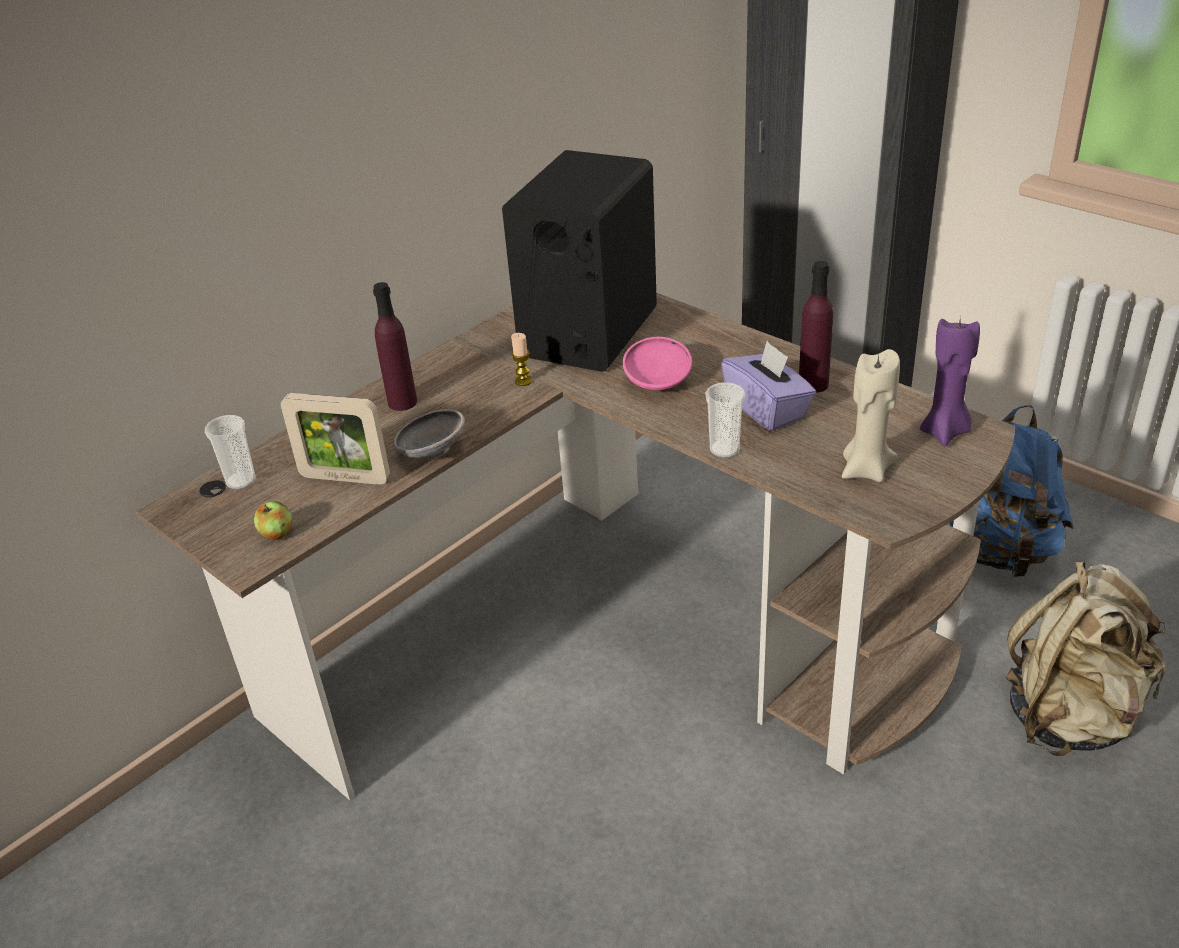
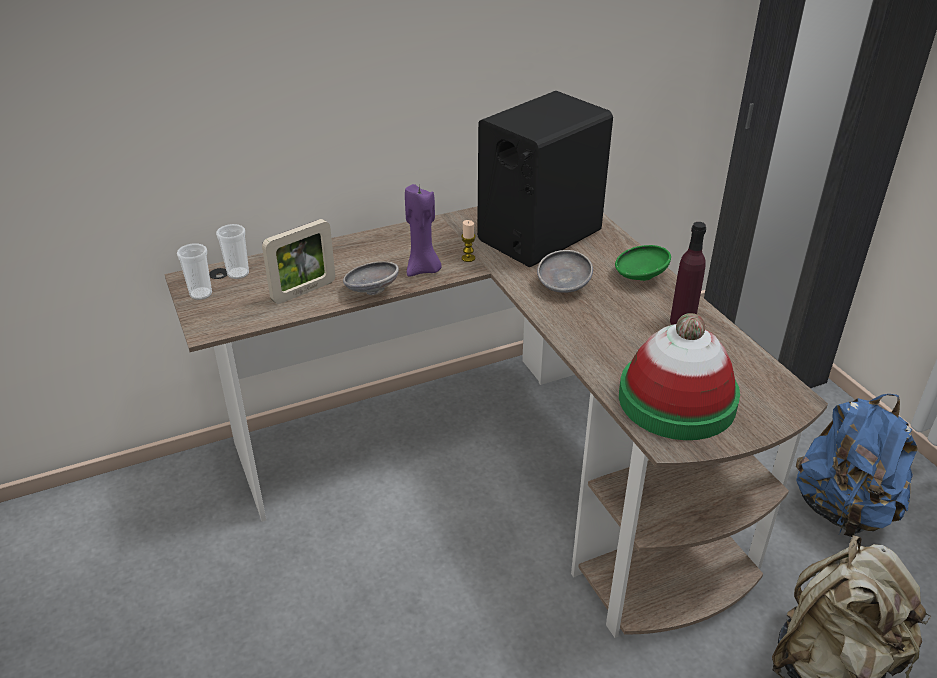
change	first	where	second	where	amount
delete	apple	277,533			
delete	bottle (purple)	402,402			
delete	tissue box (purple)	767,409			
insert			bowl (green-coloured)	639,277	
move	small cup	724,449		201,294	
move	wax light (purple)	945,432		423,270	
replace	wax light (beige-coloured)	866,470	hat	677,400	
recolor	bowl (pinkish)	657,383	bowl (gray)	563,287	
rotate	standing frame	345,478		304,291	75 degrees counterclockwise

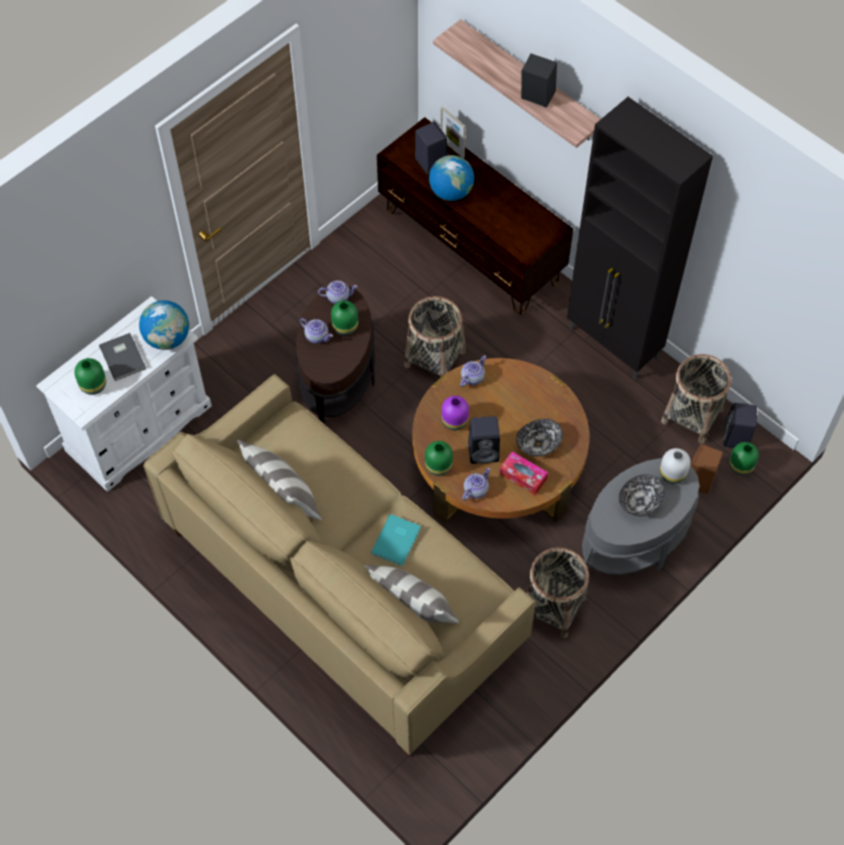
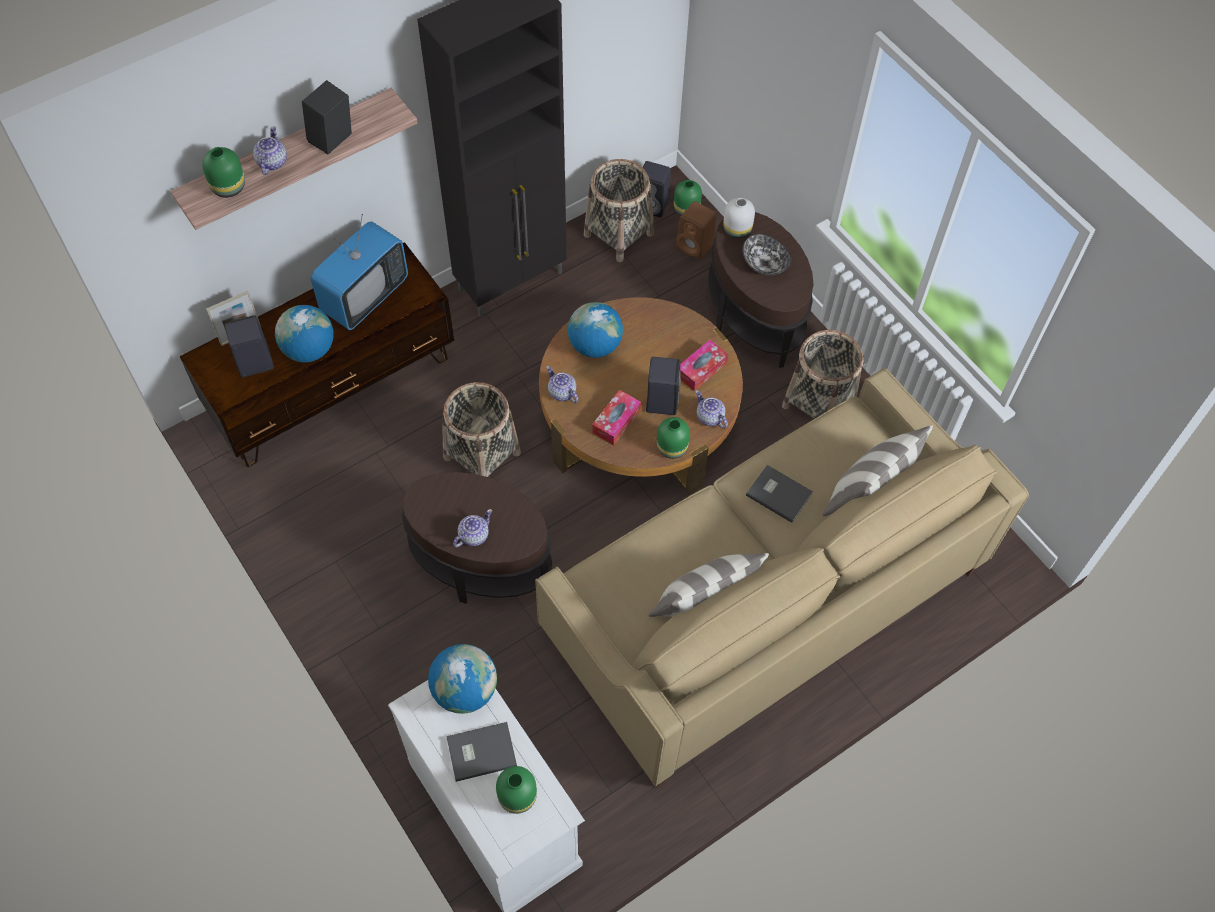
change	first	where	second	where	amount
delete	bowl	538,443			
insert			TV set	364,296	
insert			desk globe	595,345	
move	tea pot	338,297		272,162	
move	decorative vase (green-coloured)	346,327		229,187	
replace	decorative vase (purple)	454,421	tissue box	616,421	
recolor	volume (blue-green)	397,540	volume (gray)	779,493	
recolor	end table (gray)	634,540	end table (brown)	753,316	

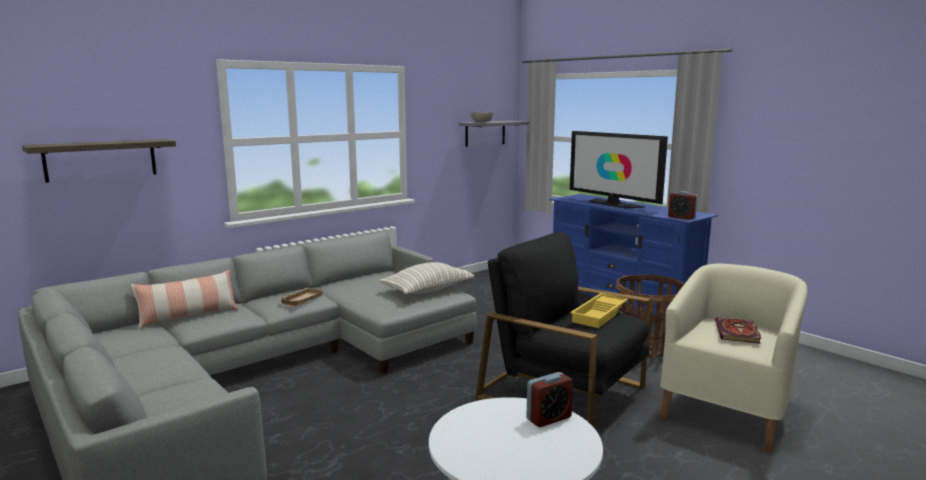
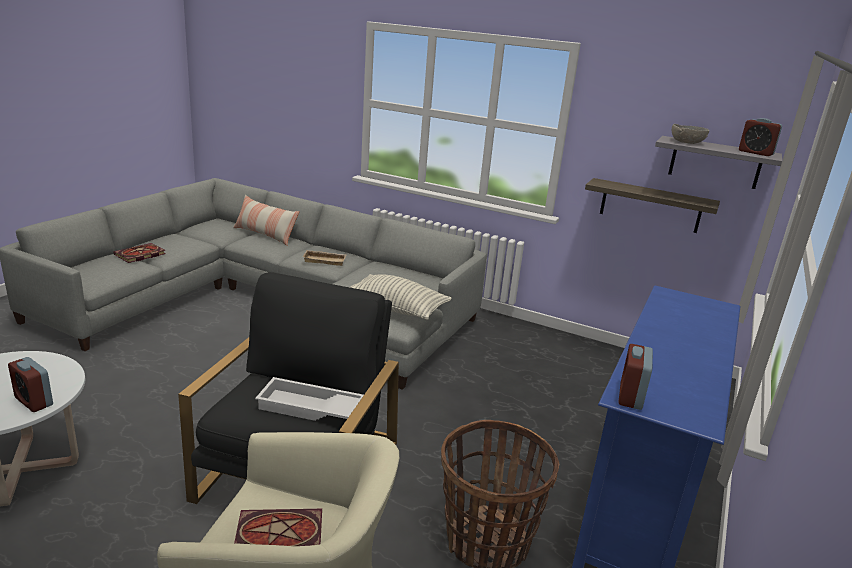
change	first	where	second	where	amount
delete	TV set	613,204			
insert			volume	139,255	
insert			alarm clock	755,153	
move	bracket shelf	101,160		650,206	
recolor	tray (yellow-coloured)	600,315	tray (whitish)	309,408	

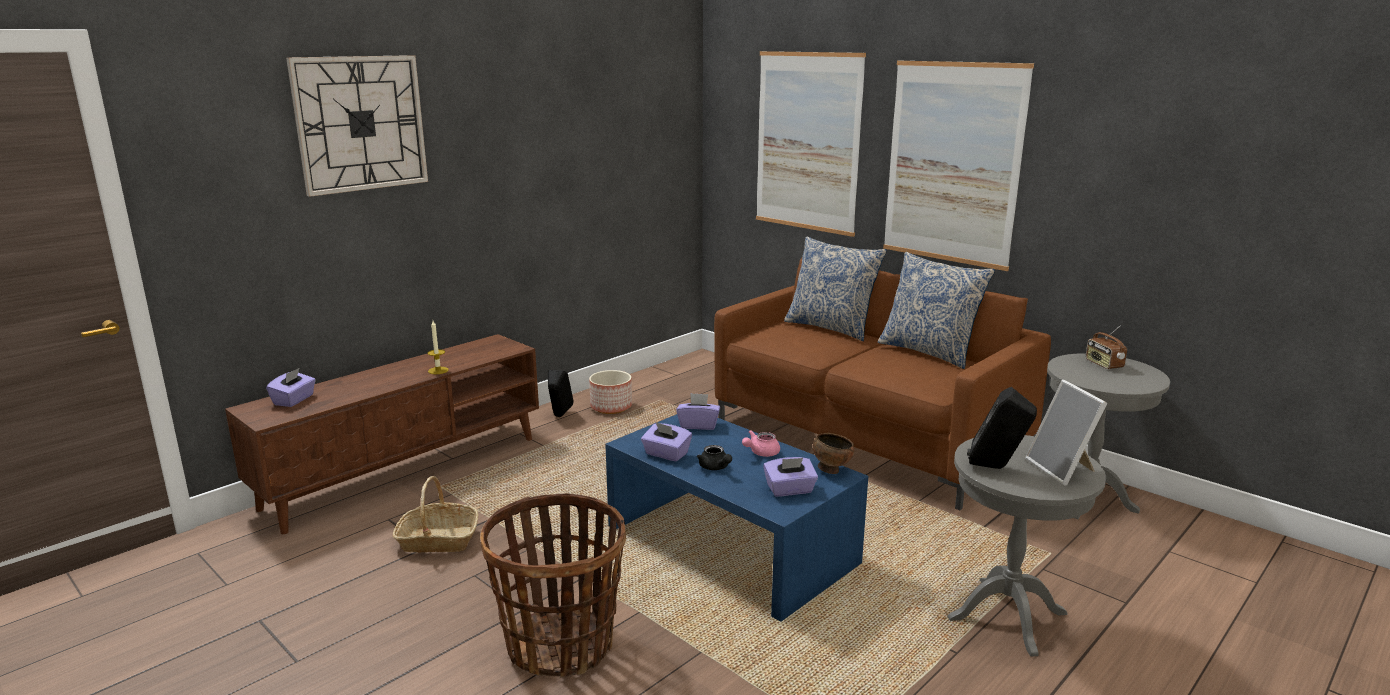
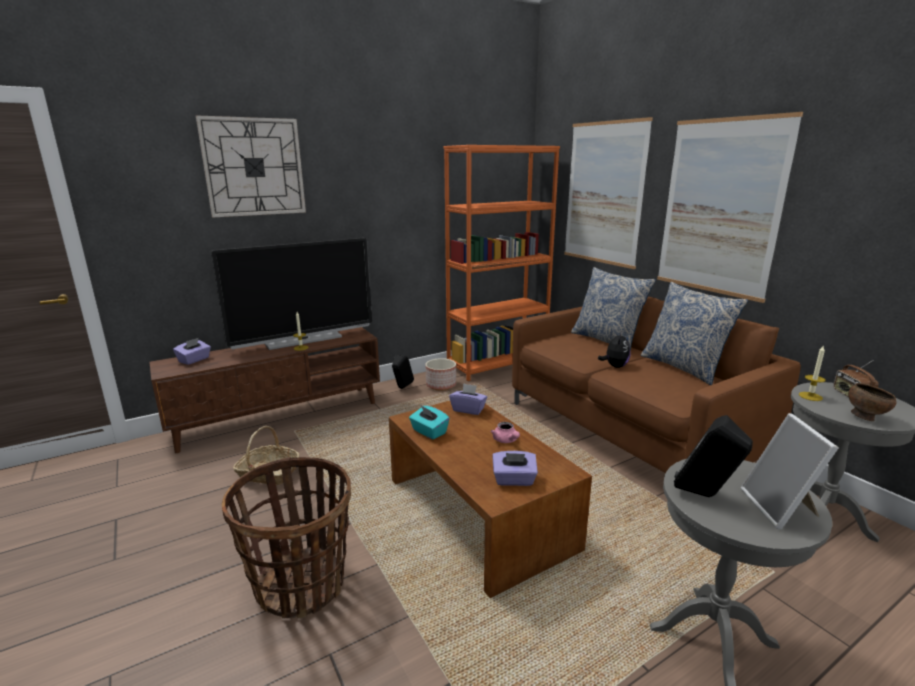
change	first	where	second	where	amount
delete	tea pot (black-coloured)	715,468			
insert			TV set	303,340	
insert			bookcase (orange)	497,364	
insert			soft toy	615,366	
insert			wax light	810,396	
move	bowl (brown)	831,470		865,417	
recolor	coffee table (bluish)	731,544	coffee table (brown)	479,512	
recolor	tissue box (purple)	666,454	tissue box (blue-green)	429,432	
rotate	tea pot (pinkish)	761,453		506,441	90 degrees counterclockwise

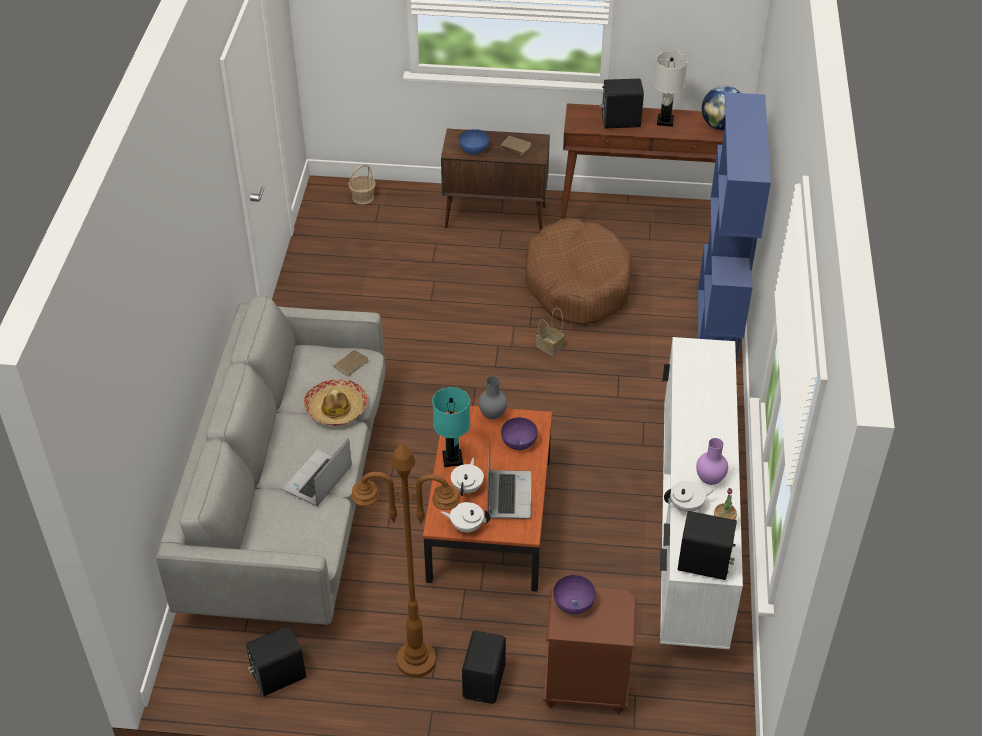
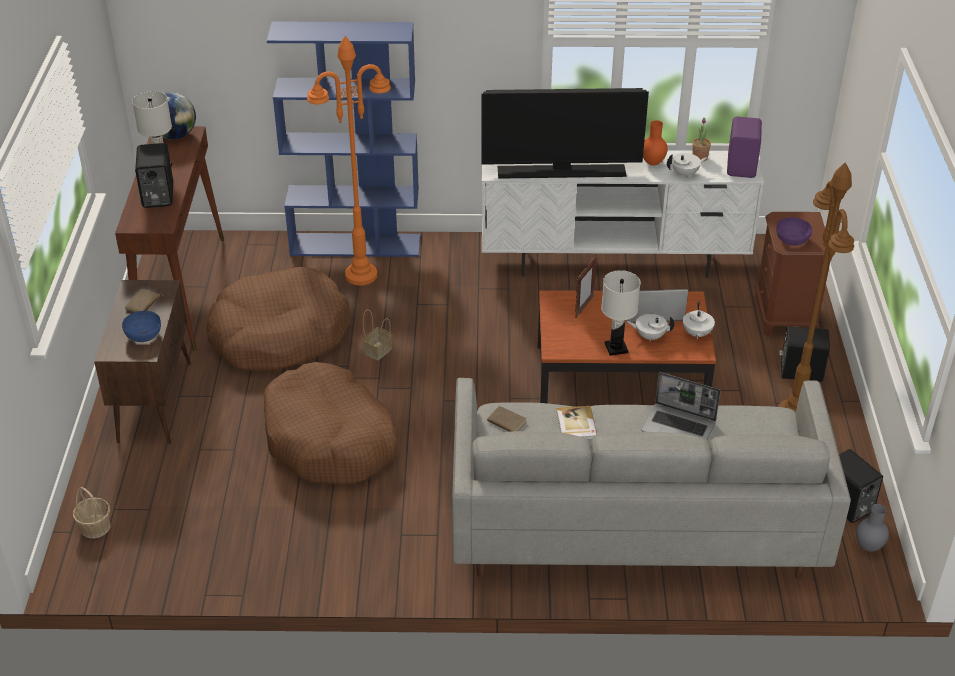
change	first	where	second	where	amount
insert			pet bed (brown)	330,440	
insert			floor lamp (orange)	361,275	
insert			TV set	562,171	
move	decorative vase (gray)	492,415		869,547	
replace	hat	336,408	volume	575,425	
replace	bowl (purple)	519,442	standing frame	584,307	
recolor	lamp for a table (blue-green)	452,459	lamp for a table (whitish)	616,348	
recolor	speaker (black-coloured)	704,565	speaker (purple)	742,166	
recolor	decorative vase (purple)	710,480	decorative vase (orange)	653,163	
rotate	tea pot (whitish)	686,506		685,174	90 degrees clockwise

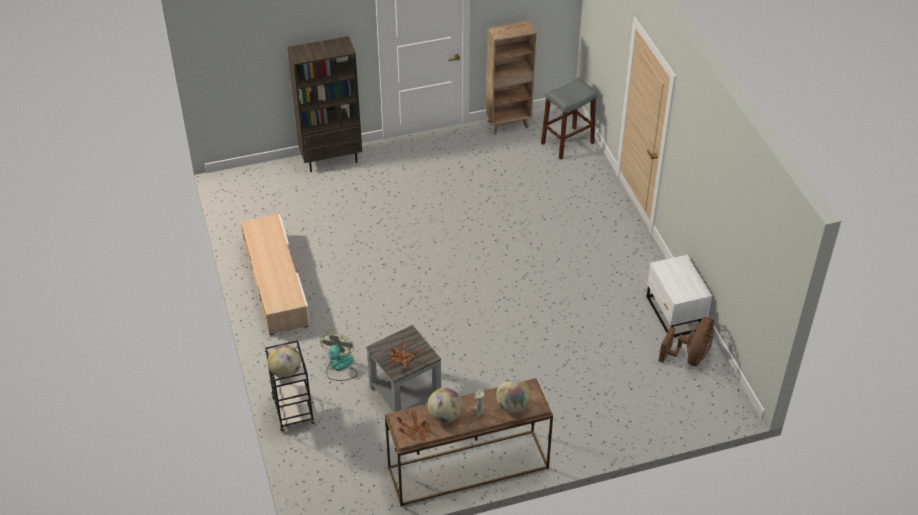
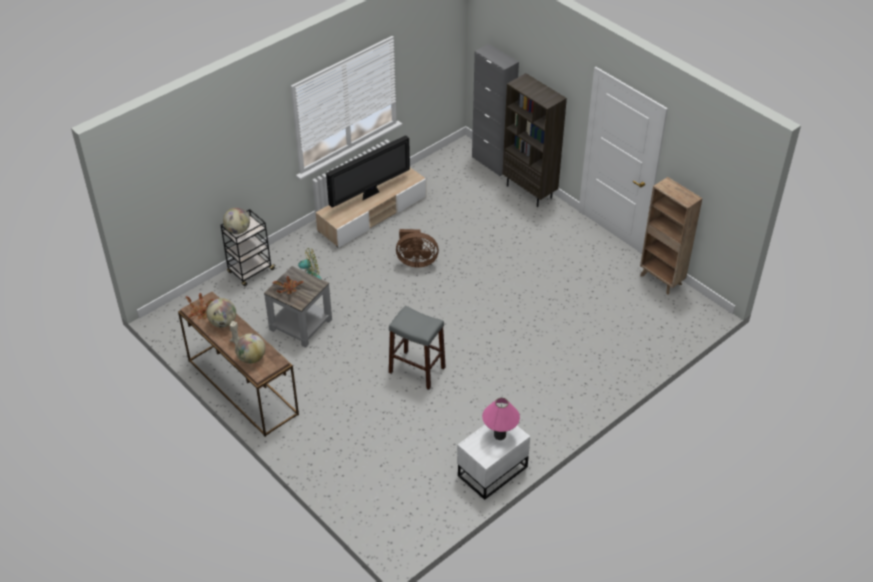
change	first	where	second	where	amount
insert			TV set	370,194	
insert			cabinet (gray)	492,163	
insert			lamp for a table (pinkish)	499,435	
move	stool (gray)	567,143		417,370	
move	electric fan (brown)	690,357		416,261	

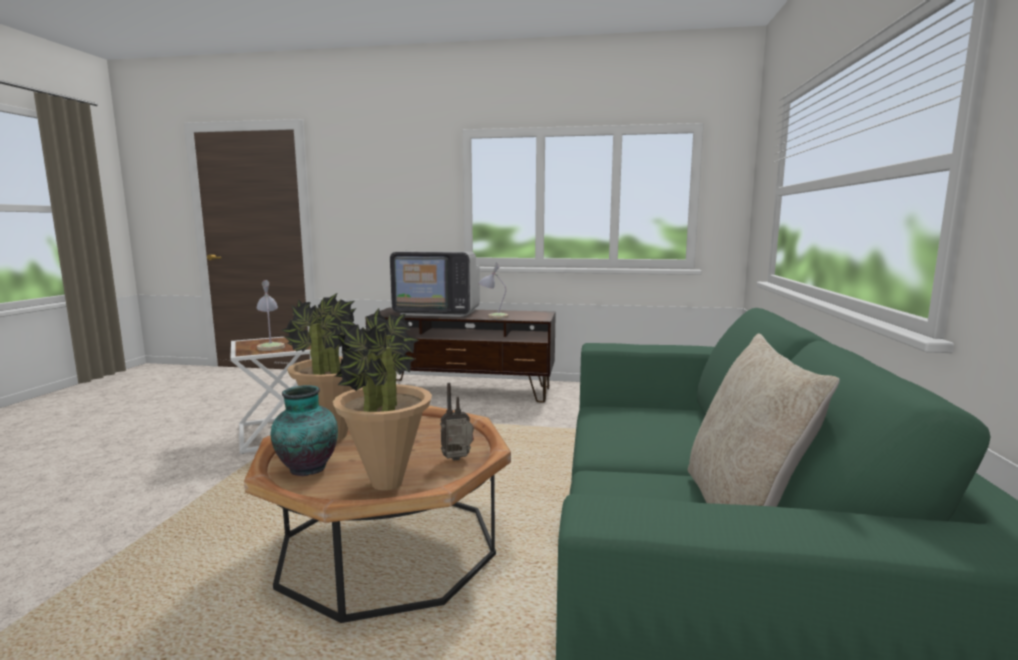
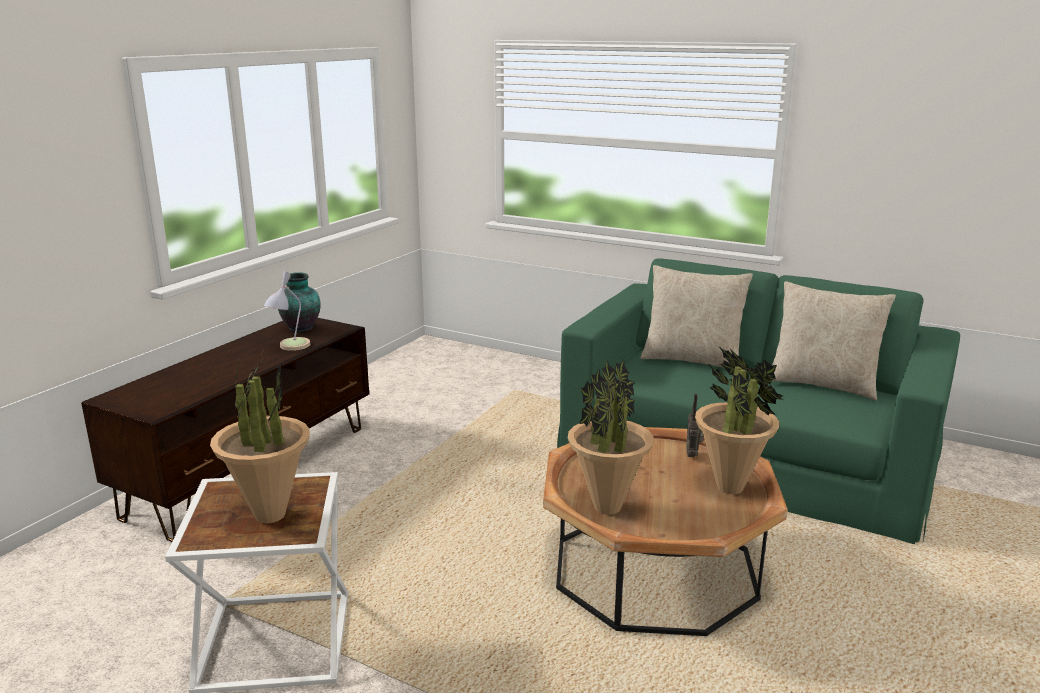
change	first	where	second	where	amount
delete	TV set	437,312			
insert			cushion (beige-coloured)	692,359	
move	decorative vase	306,469		301,328	
replace	lamp for a table	270,346	potted plant	269,515	

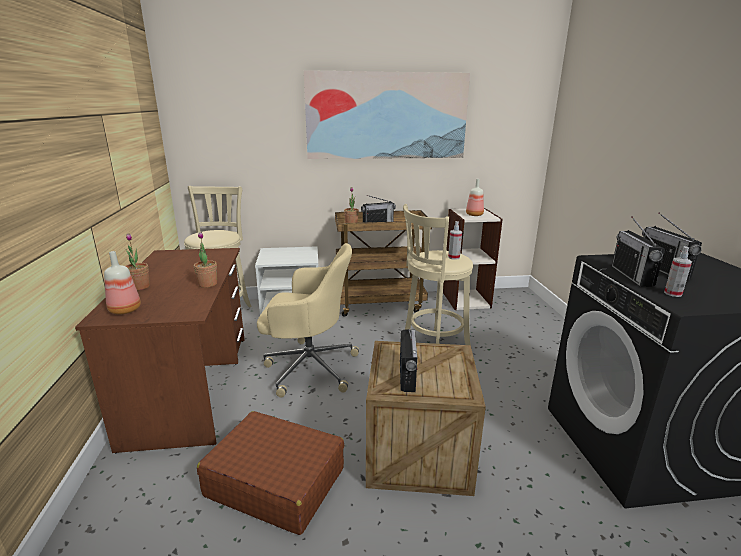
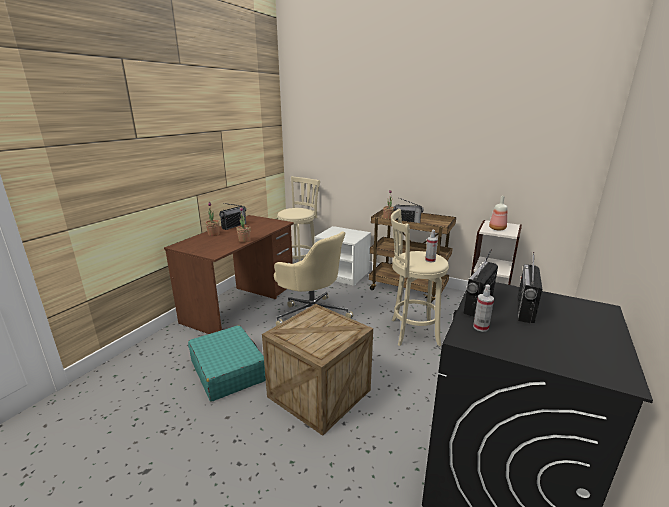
change	first	where	second	where	amount
delete	bottle	126,310			
delete	wall art	387,116			
move	radio	407,376		234,226	
recolor	travel case (brown)	275,481	travel case (blue-green)	228,370	

